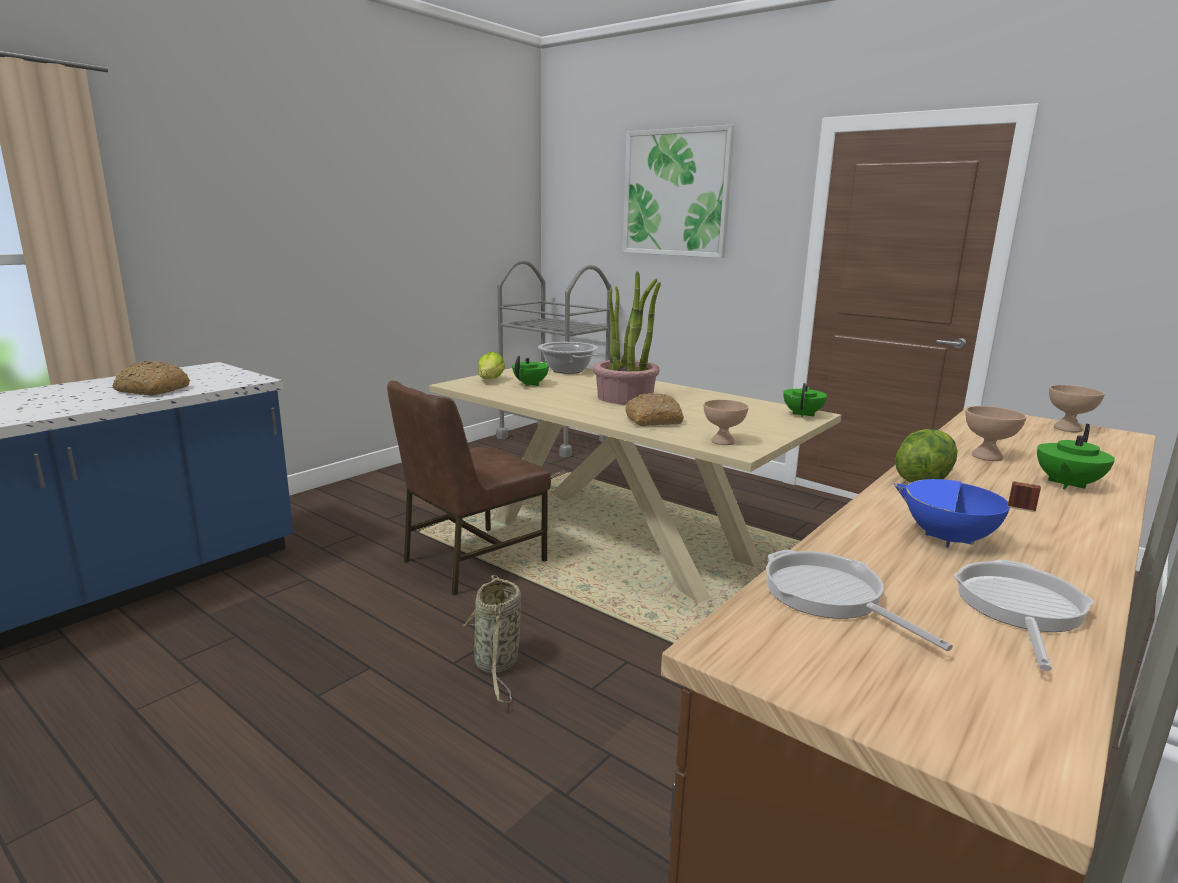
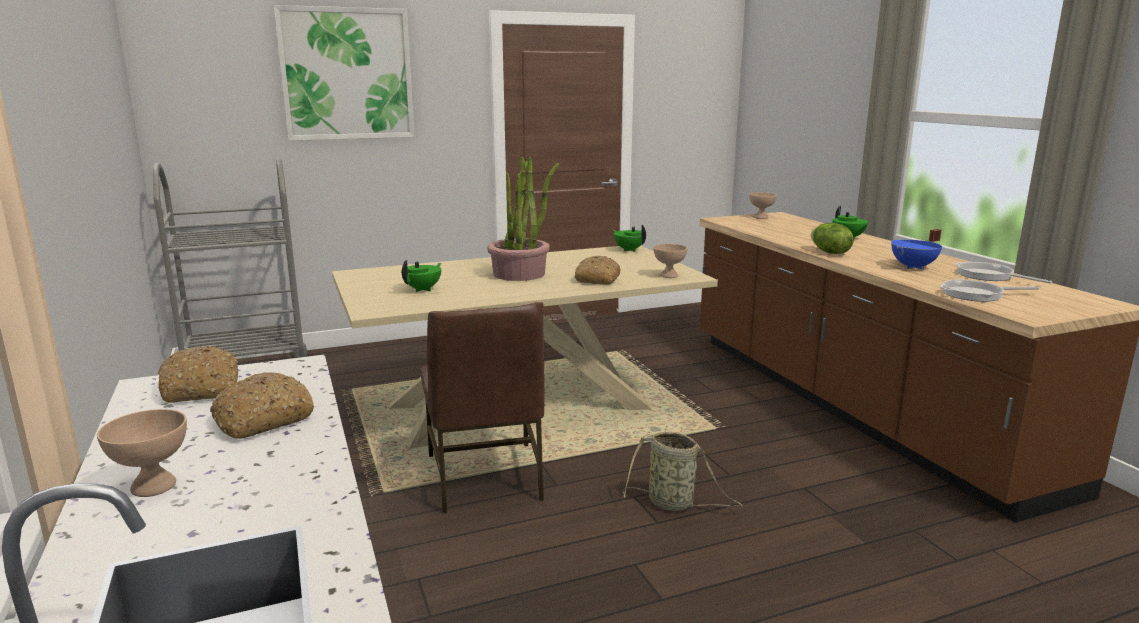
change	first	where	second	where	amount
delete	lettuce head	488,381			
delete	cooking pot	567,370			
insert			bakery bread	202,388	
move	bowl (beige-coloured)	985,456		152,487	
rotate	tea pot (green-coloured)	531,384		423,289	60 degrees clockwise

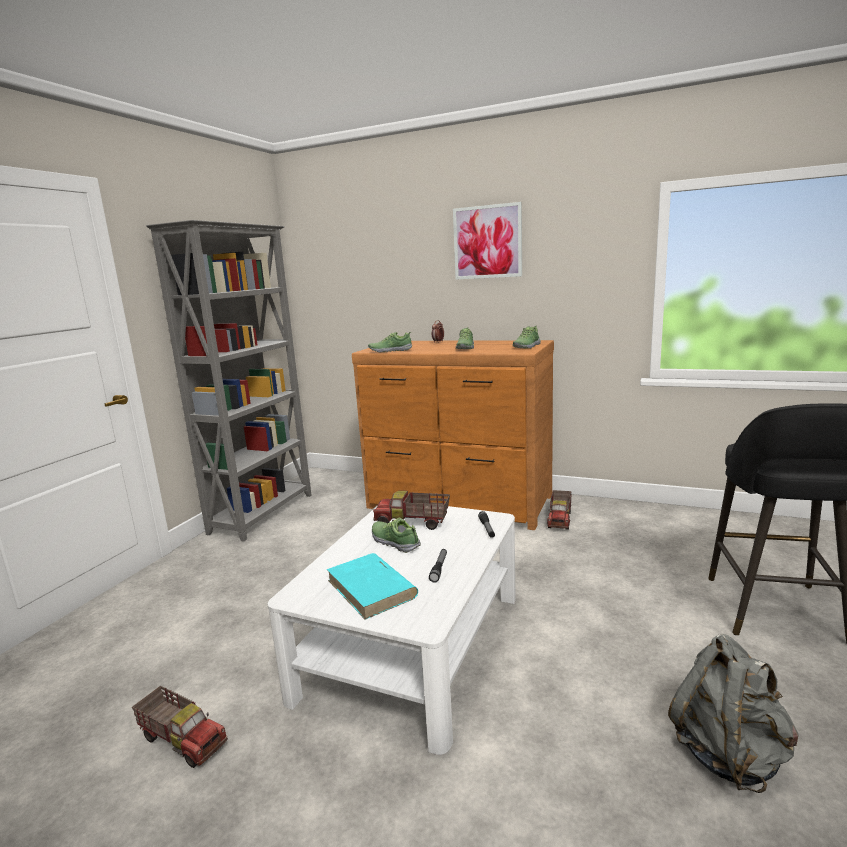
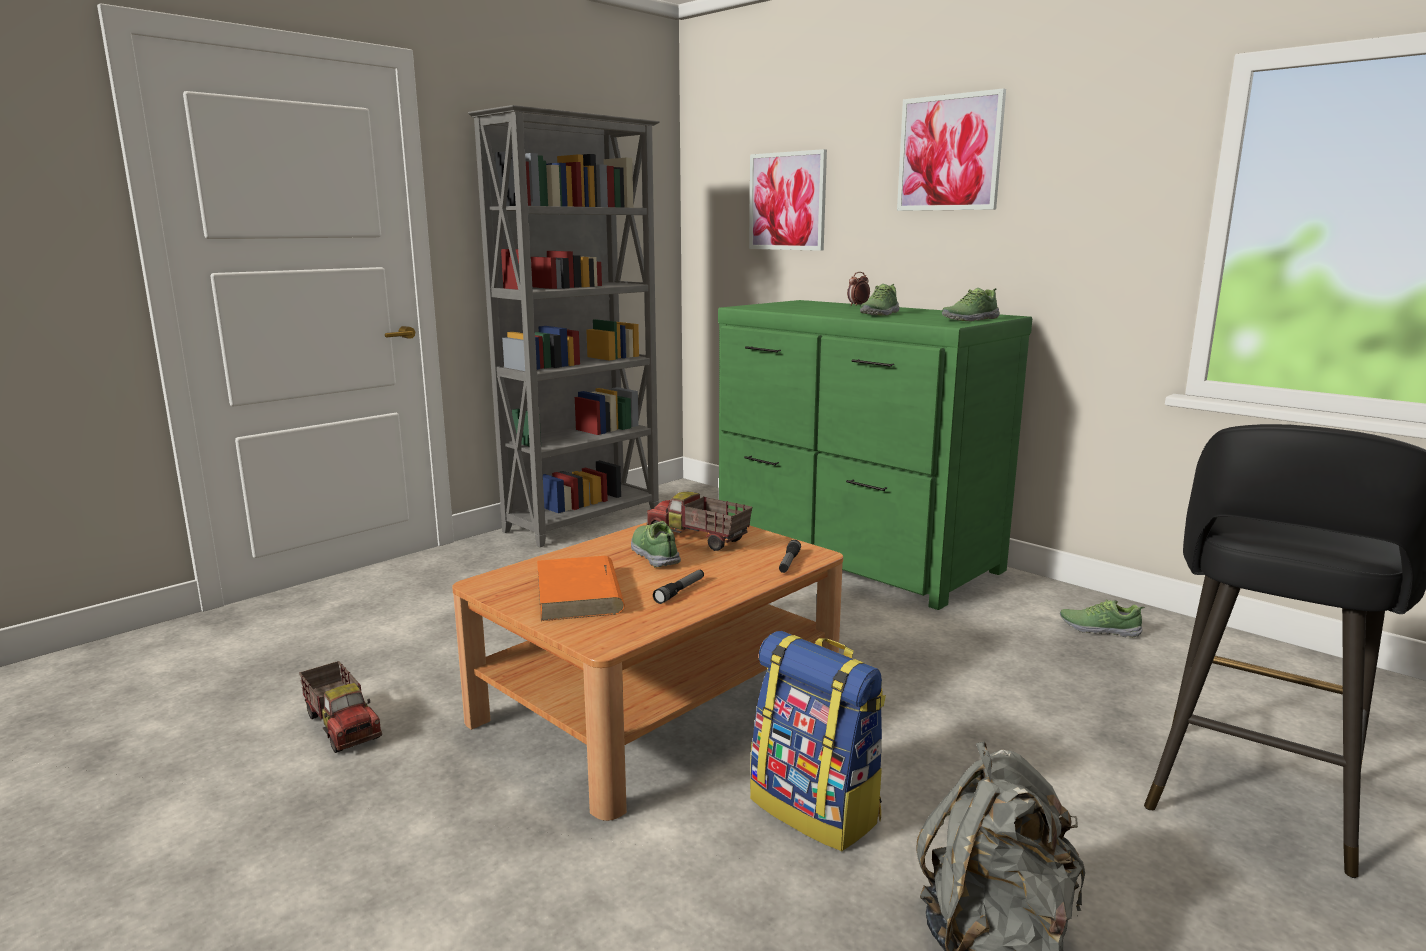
change	first	where	second	where	amount
delete	toy truck	560,519			
insert			wall art	787,201	
insert			backpack	817,809	
move	item of footwear	390,350		1099,629	
recolor	coffee table (whitish)	413,644	coffee table (brown)	658,701	
recolor	volume (blue-green)	372,589	volume (orange)	579,594	
recolor	dresser (brown)	459,502	dresser (green-coloured)	853,555	

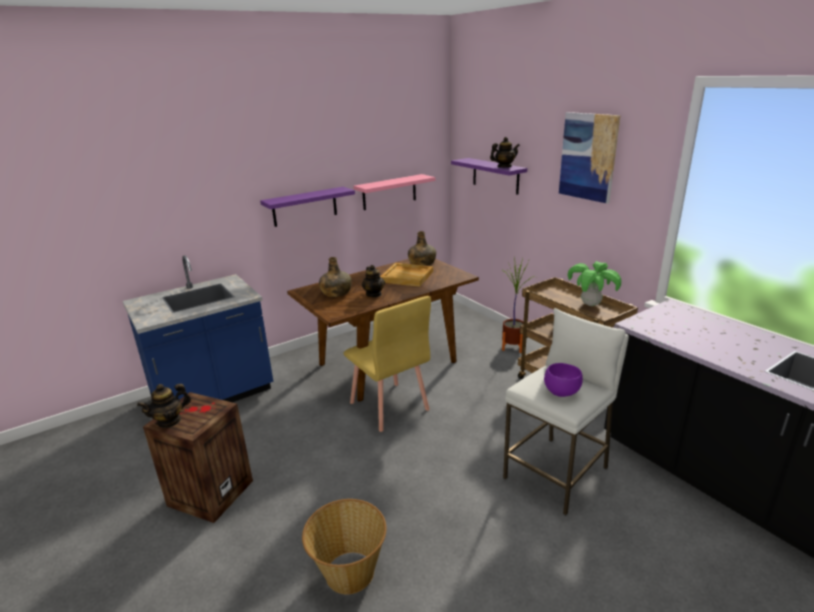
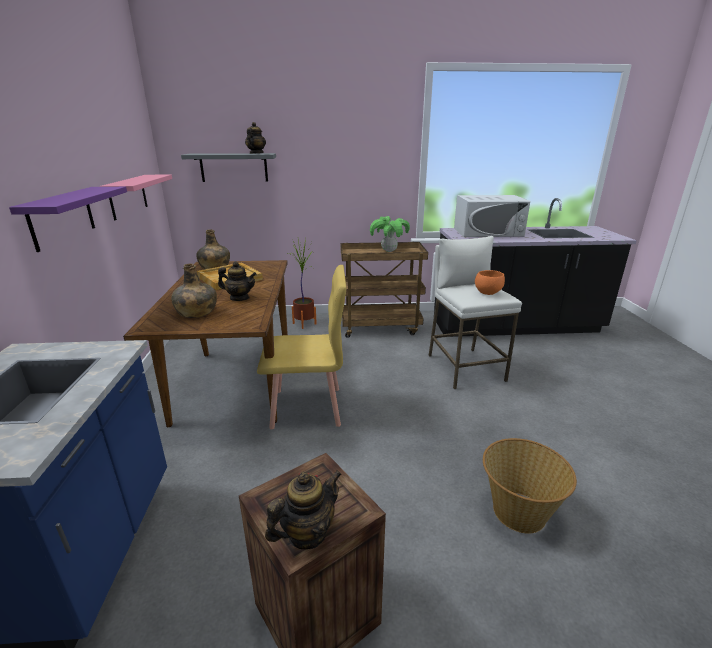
change	first	where	second	where	amount
delete	wall art	588,157			
insert			microwave oven (whitish)	488,232	
recolor	bracket shelf (purple)	495,176	bracket shelf (gray)	234,167	
recolor	bowl (purple)	561,392	bowl (orange)	487,293	
rotate	tea pot	169,421		306,533	120 degrees counterclockwise

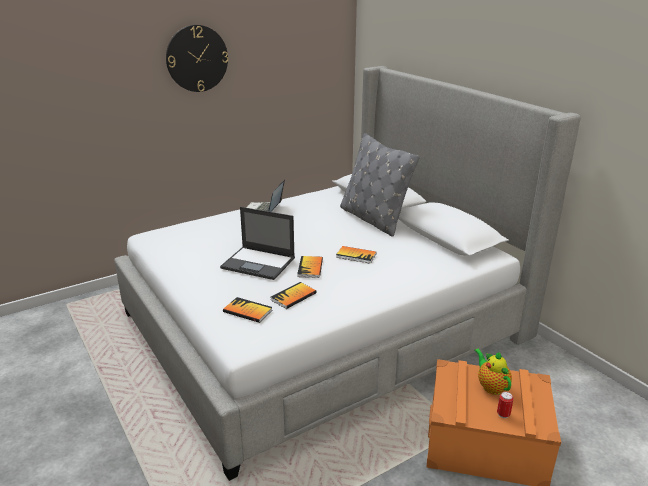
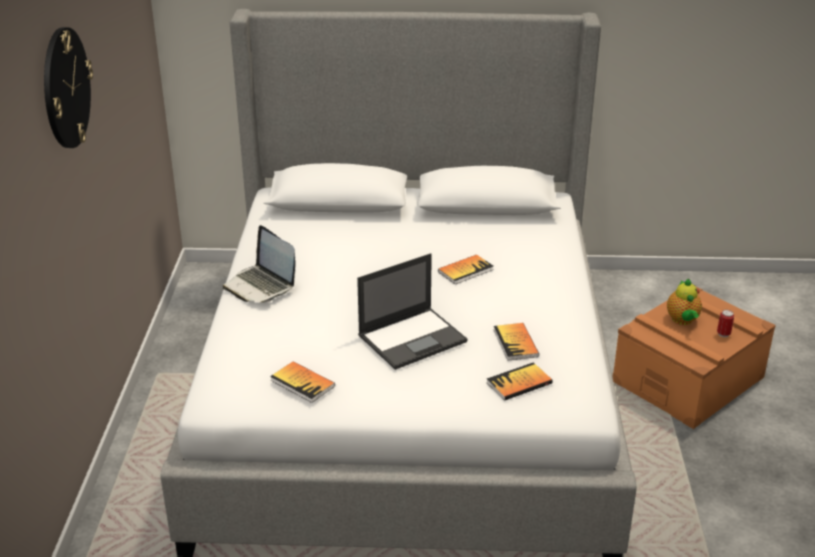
change	first	where	second	where	amount
delete	cushion (gray)	373,219			
move	volume	310,268		302,383	
rotate	tea pot	491,386		682,320	105 degrees counterclockwise

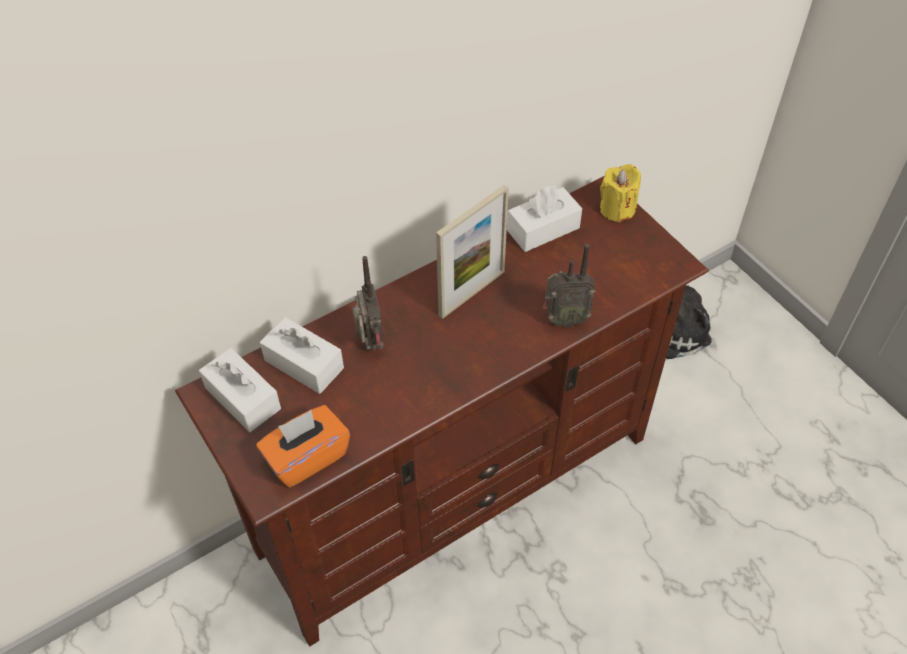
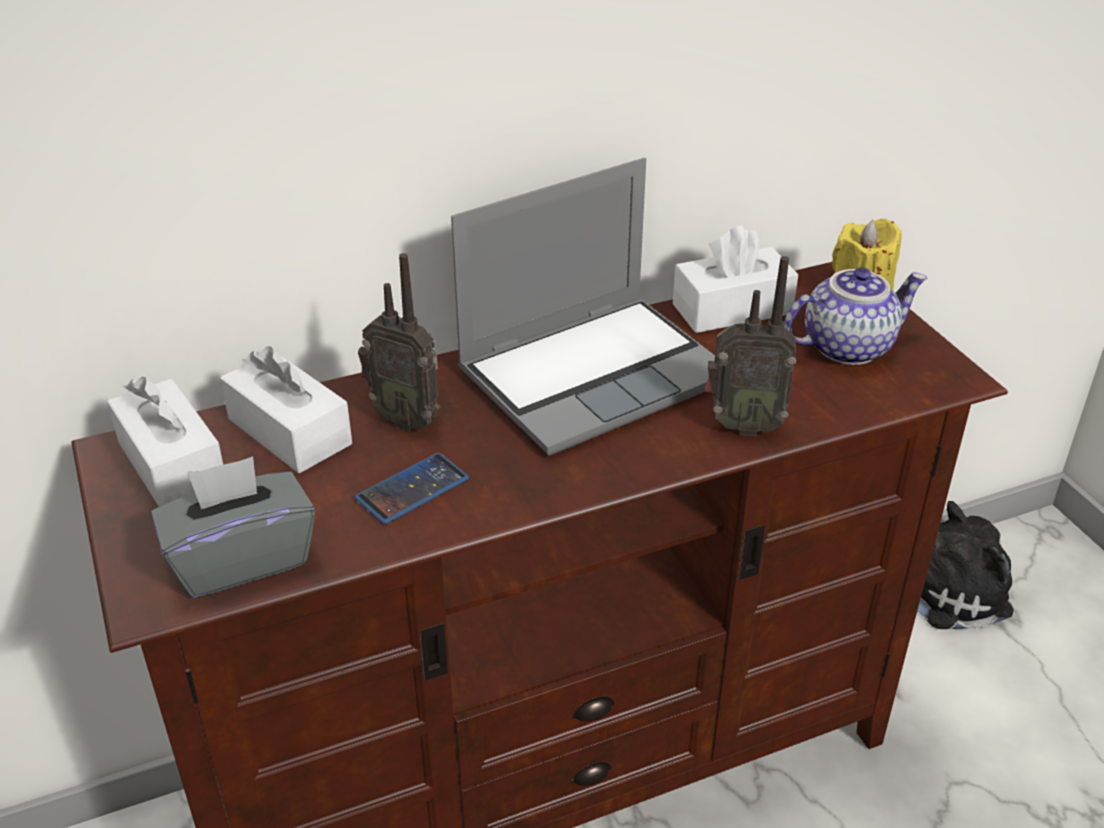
change	first	where	second	where	amount
insert			telephone	412,489	
insert			tea pot	847,346	
replace	standing frame	472,293	notebook computer	594,374	
recolor	tissue box (orange)	307,457	tissue box (gray)	241,559	
rotate	radio	370,344		407,418	120 degrees clockwise

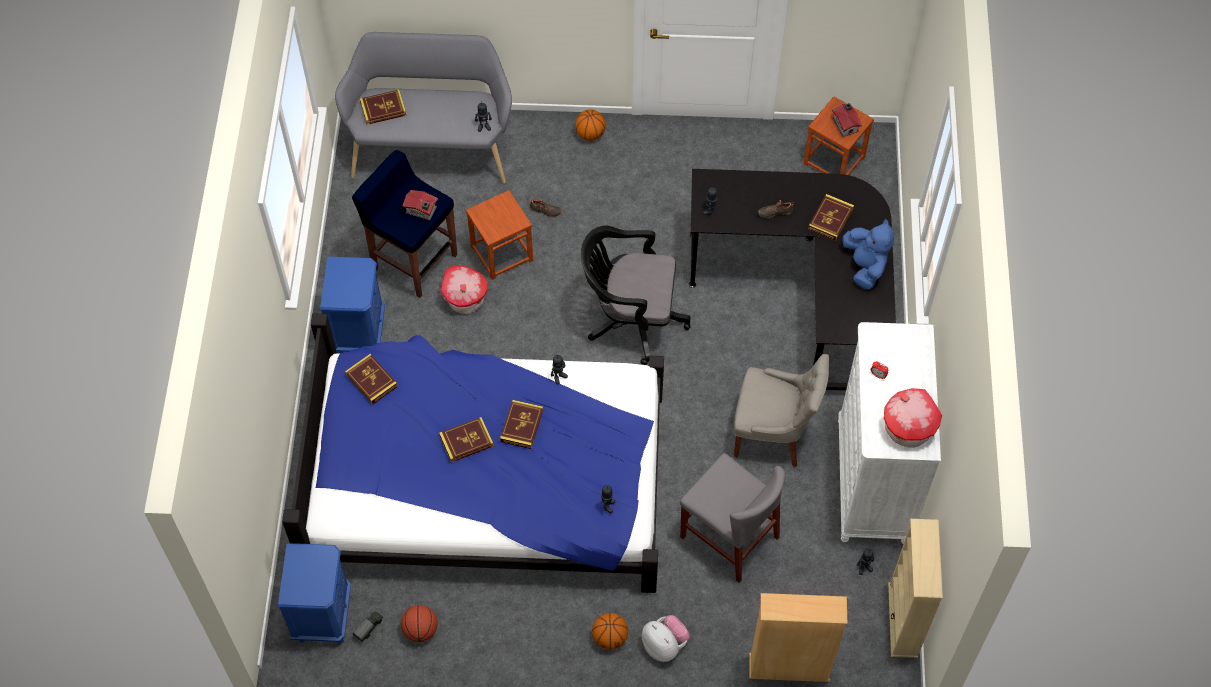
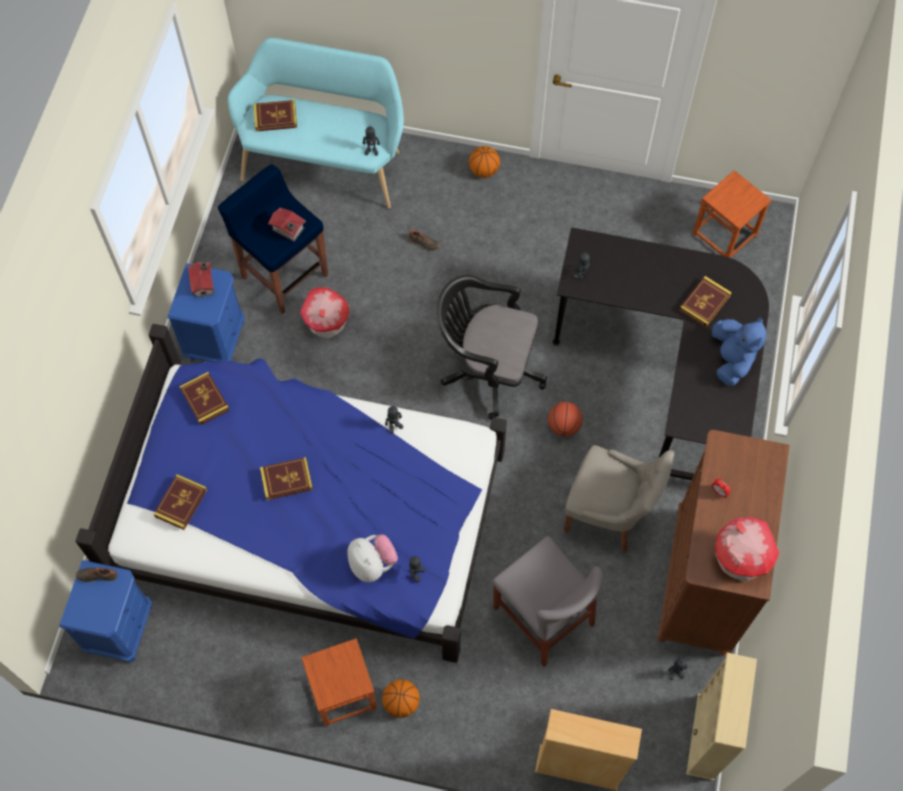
change	first	where	second	where	amount
delete	toy truck	369,628			
move	basketball	420,630		563,426	
move	stool (brown)	501,253		343,691	
move	volume	522,426		181,503	
move	soft toy	664,645		372,564	
move	item of footwear (black-coloured)	774,212		97,575	
move	miniature house	845,124		204,284	
recolor	bench (gray)	432,147	bench (blue-green)	325,161	
recolor	dresser (whitish)	873,482	dresser (brown)	702,582	

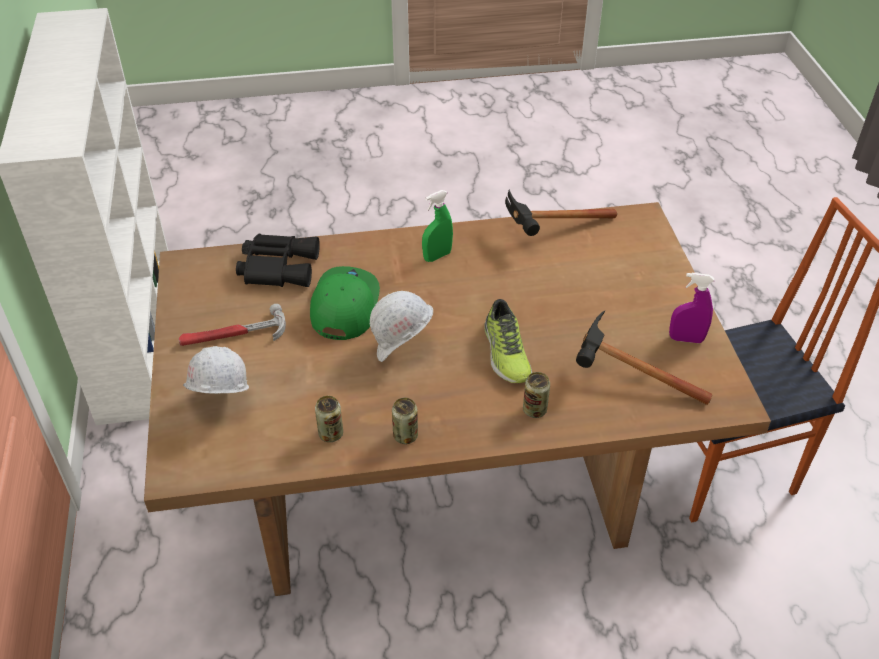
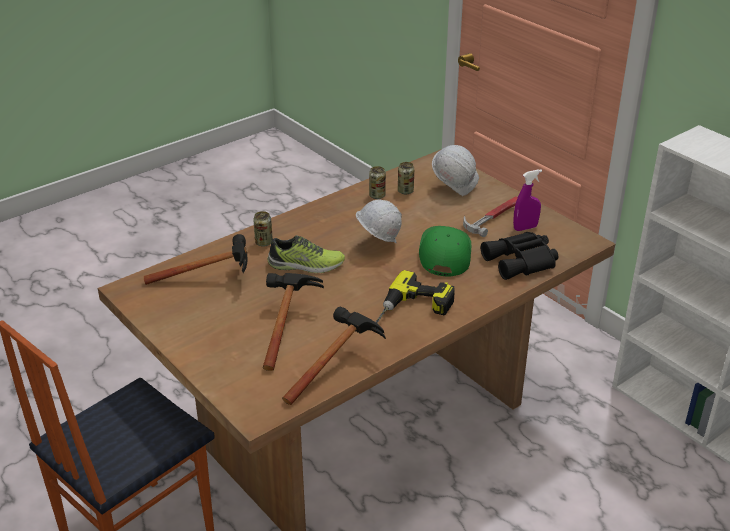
change	first	where	second	where	amount
insert			hammer	285,325	
move	sealed can	405,436		405,191	
move	spray bottle (purple)	686,339		525,228	
replace	spray bottle (green-coloured)	437,256	electric drill	413,310	
rotate	baseball cap (green-coloured)	344,306		444,254	150 degrees counterclockwise
rotate	item of footwear	505,353		306,265	135 degrees clockwise

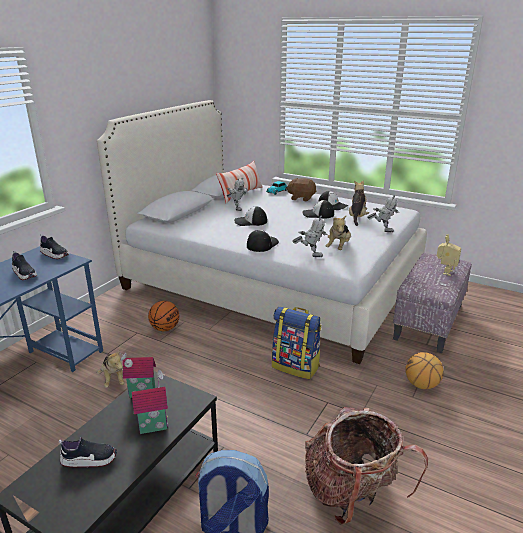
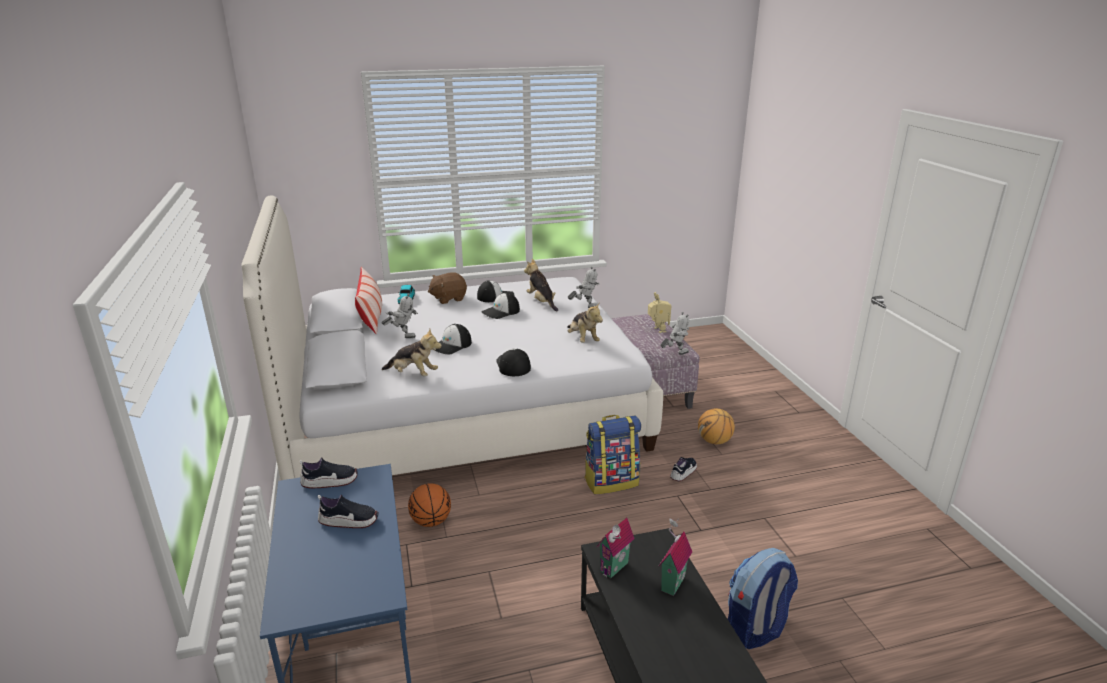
change	first	where	second	where	amount
delete	backpack	352,493			
move	item of footwear	89,460		683,473	
move	soft toy	113,379		413,374	
move	toy robot	310,254		675,354	

